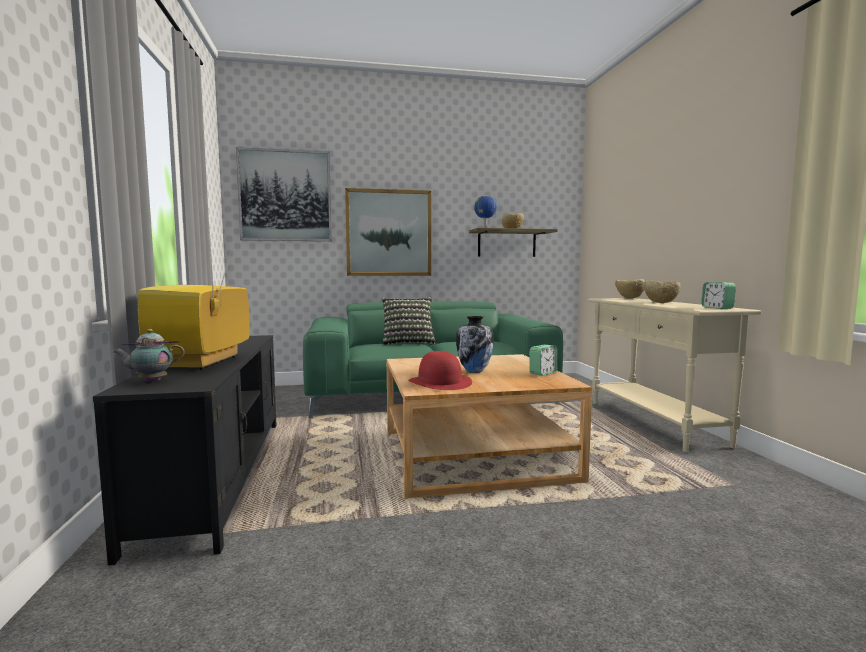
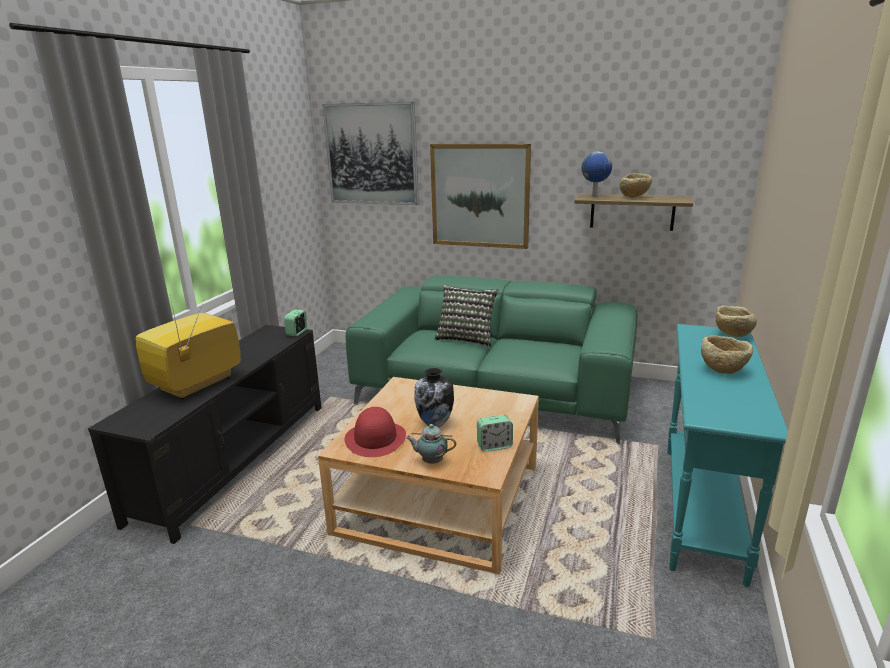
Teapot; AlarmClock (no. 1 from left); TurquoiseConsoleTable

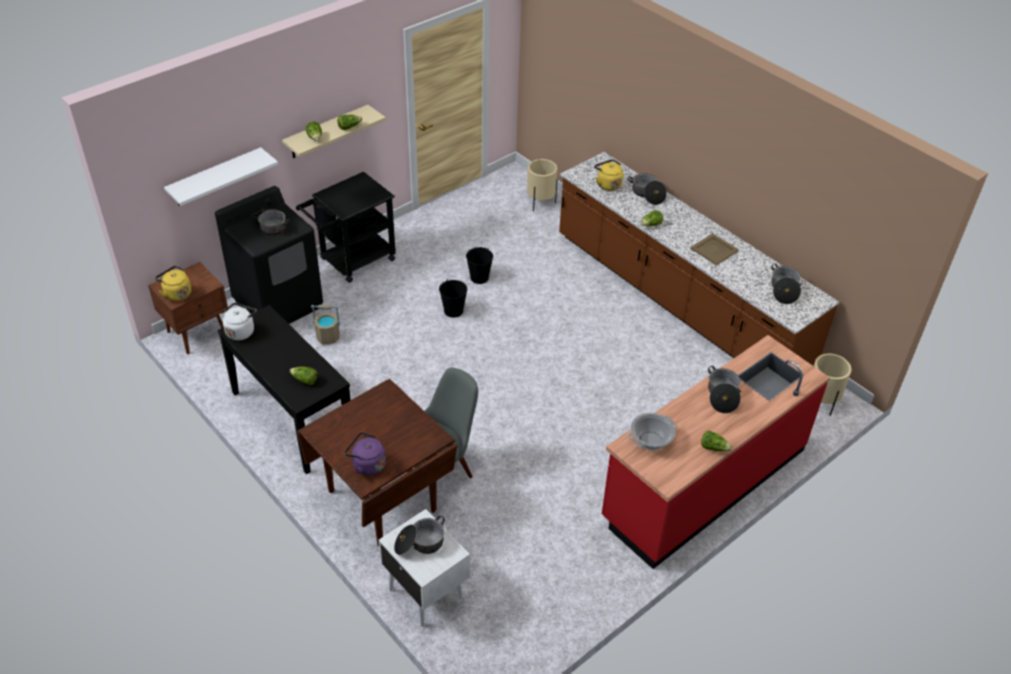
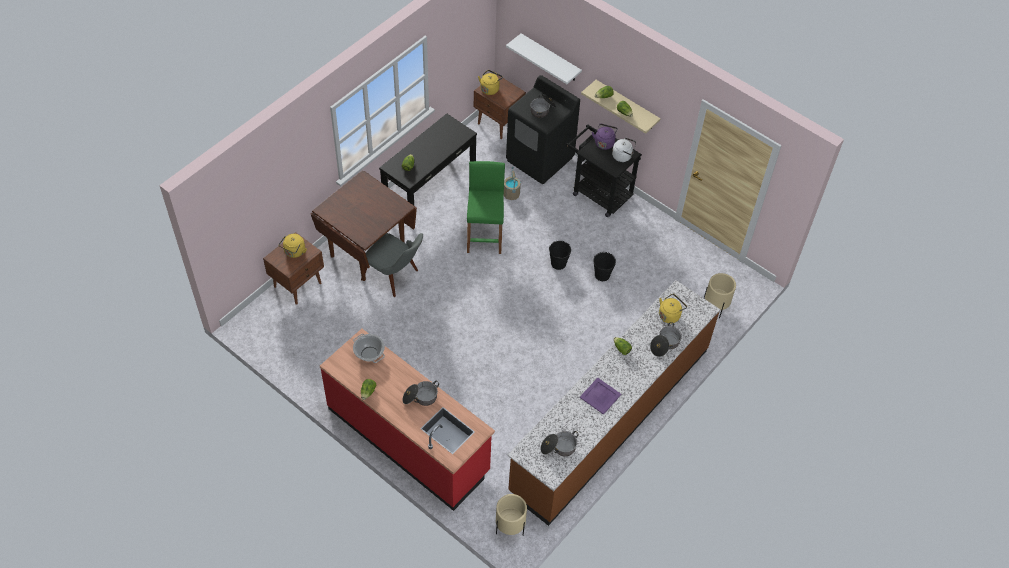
GreenStool; WhiteKettle; PurpleKettle; YellowKettle (no. 1 from left); BrownNightstand (no. 1 from left); PurpleTray

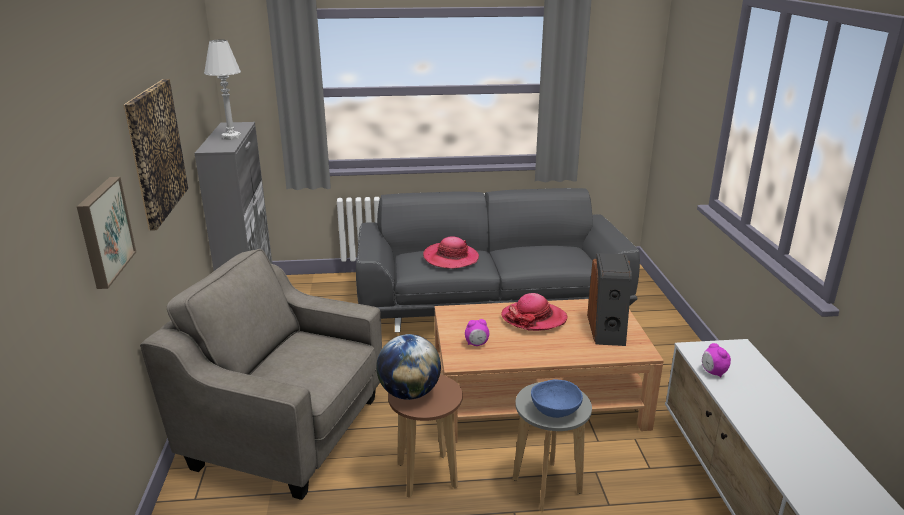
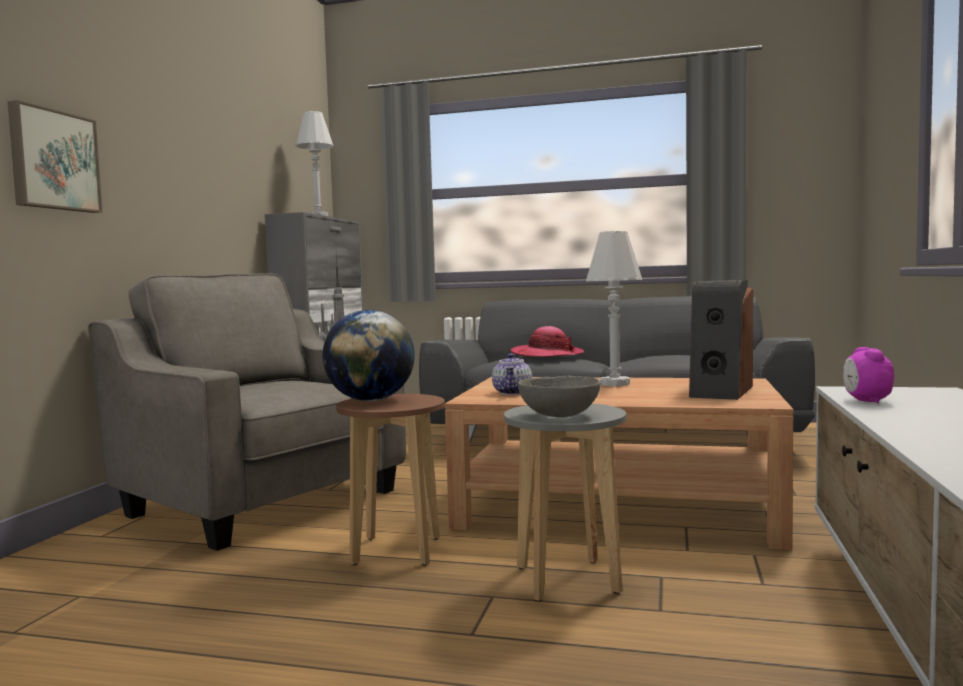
Picture (no. 2 from left in the first image); Teapot; WhiteTableLamp (no. 2 from left); GreyBowl

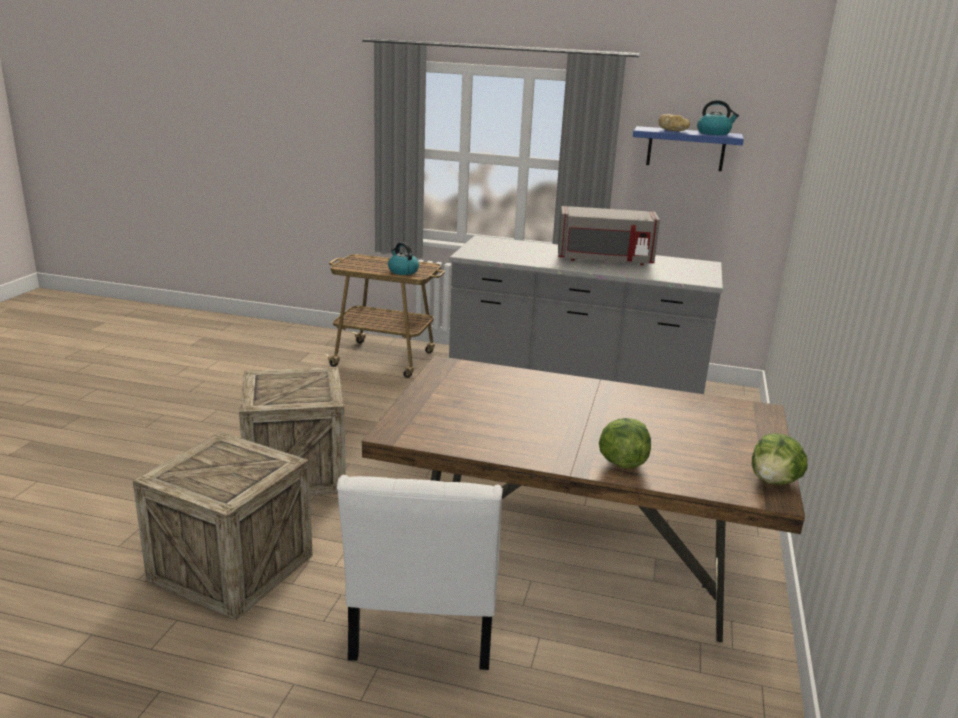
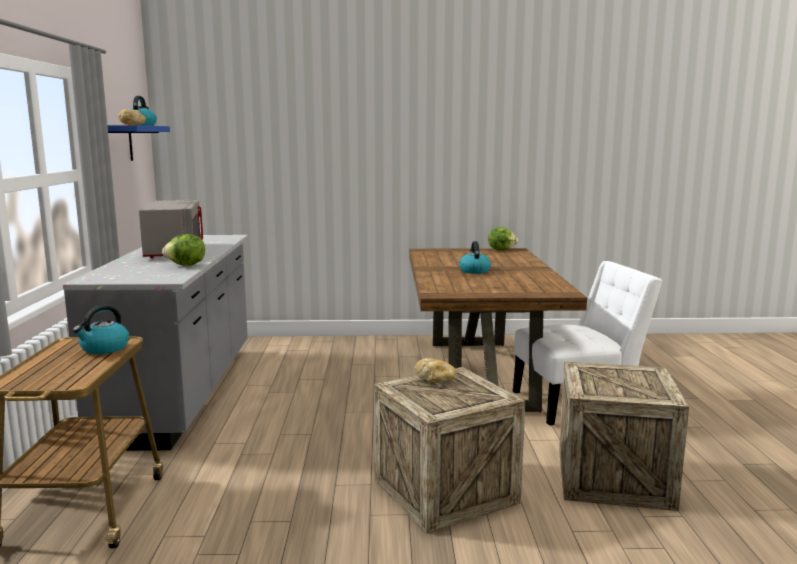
Bread (no. 2 from left); Kettle (no. 3 from left); Lettuce (no. 1 from left)

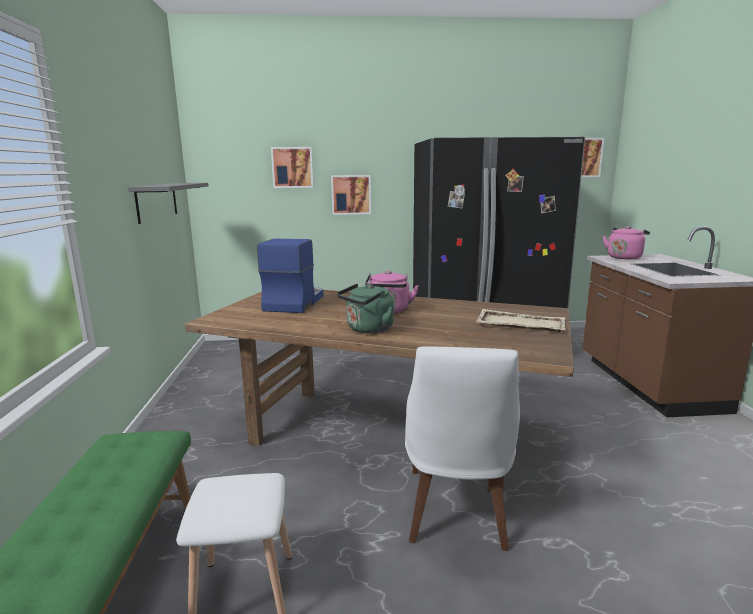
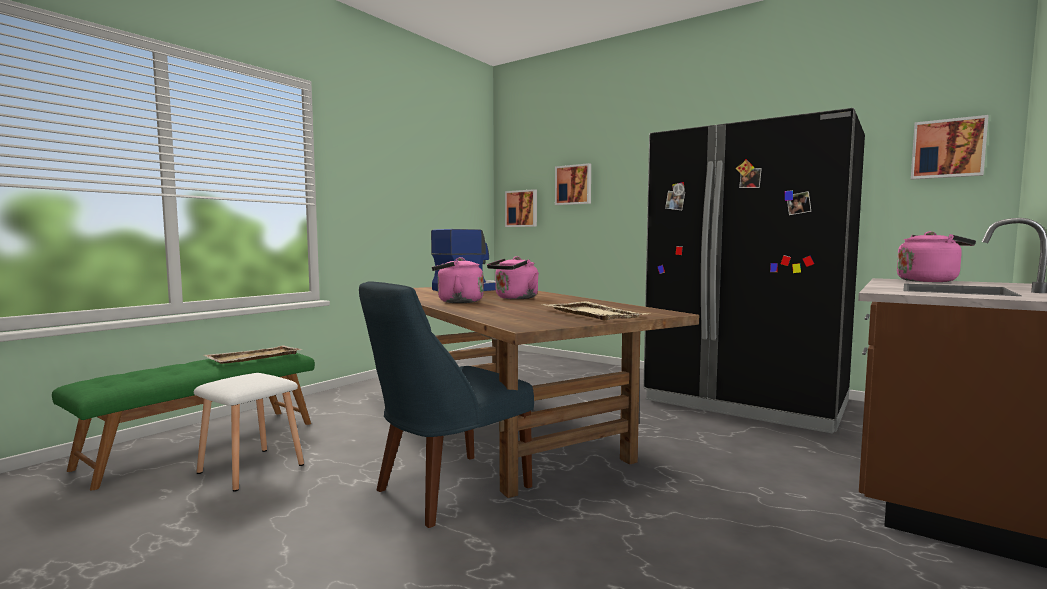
GreyShelf; BeigeTray (no. 1 from left); Picture (no. 1 from left); PinkKettle (no. 1 from left); BlueChair

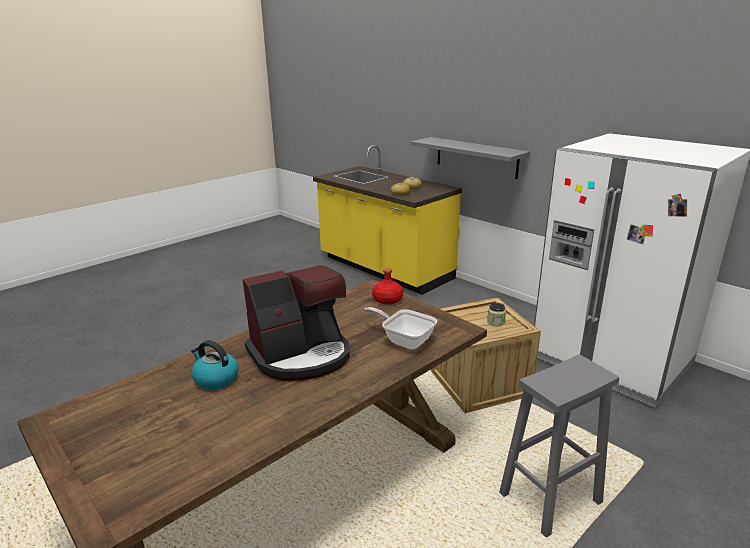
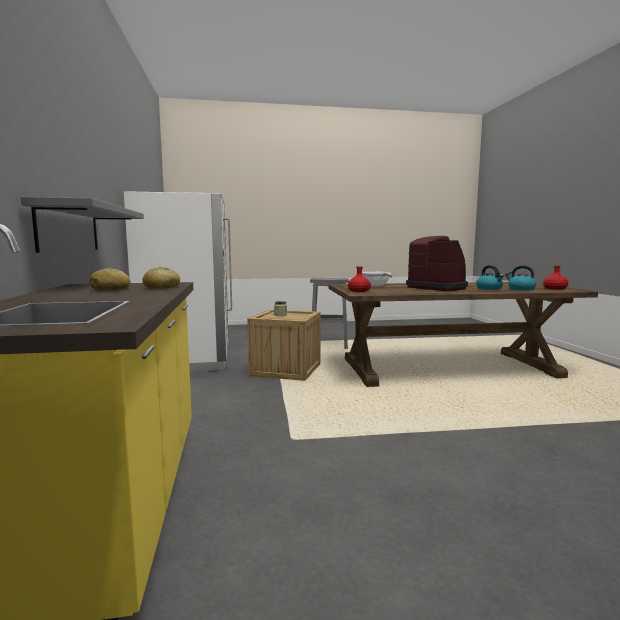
Kettle (no. 2 from left); RedBottle (no. 2 from left); CoffeeMachine

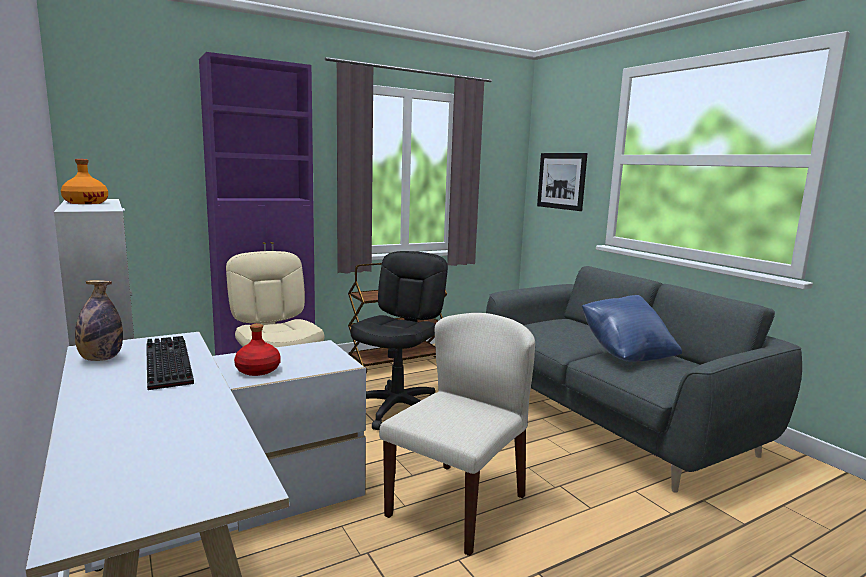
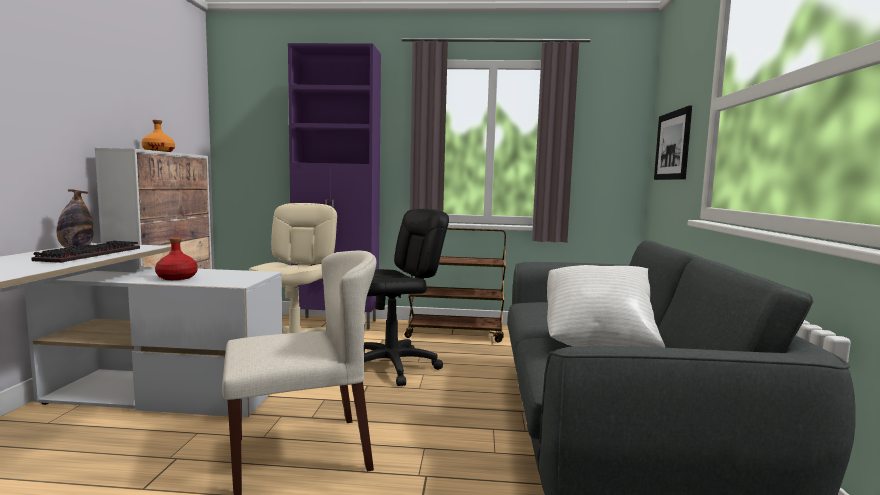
WhitePillow

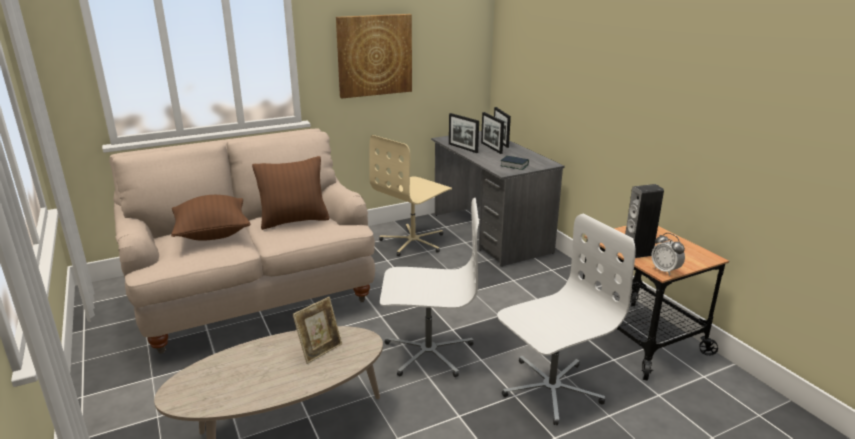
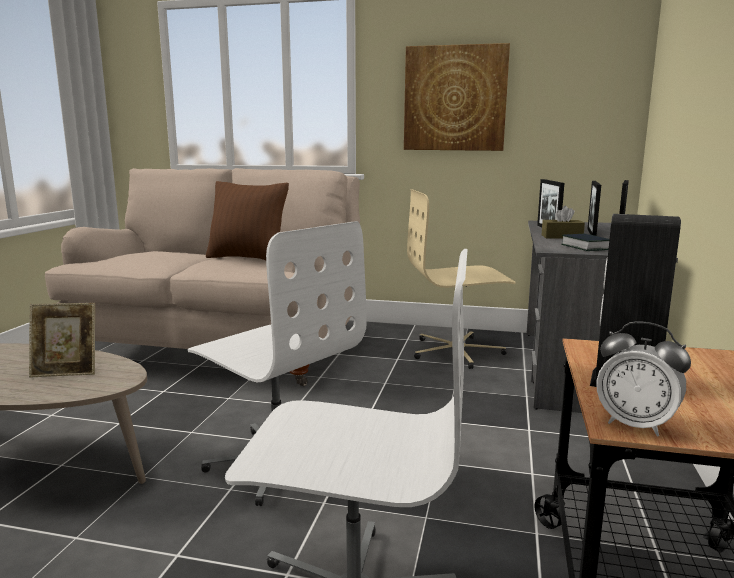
BrownPillow (no. 1 from left in the first image); BrownTissueBox; AlarmClock

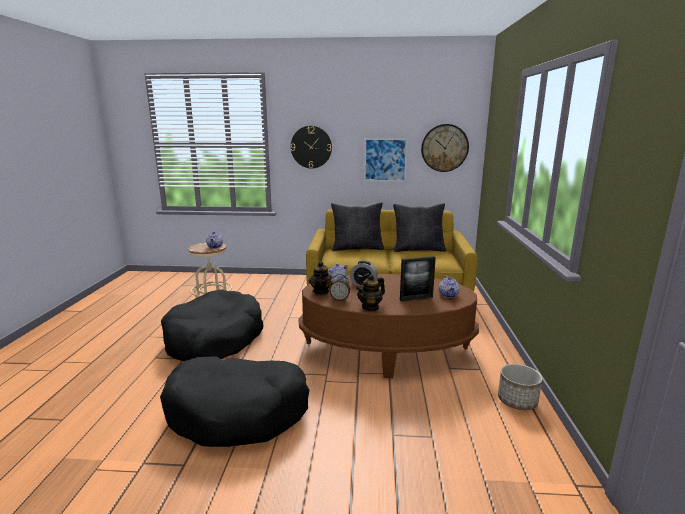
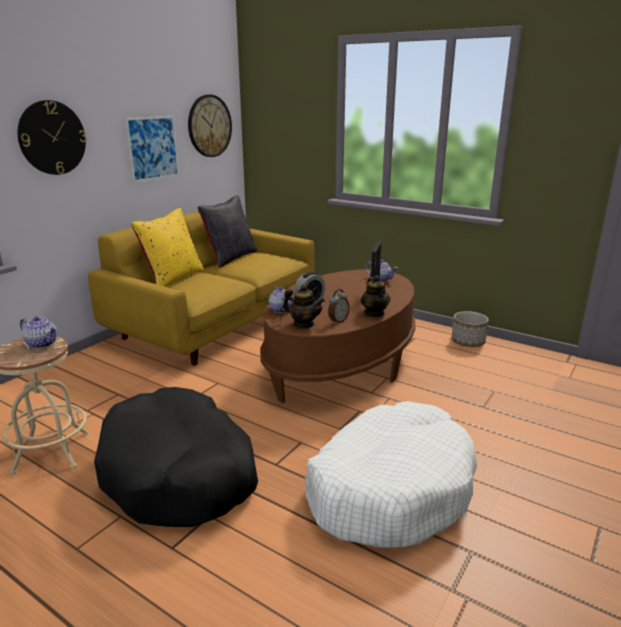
WhiteDogBed; YellowPillow

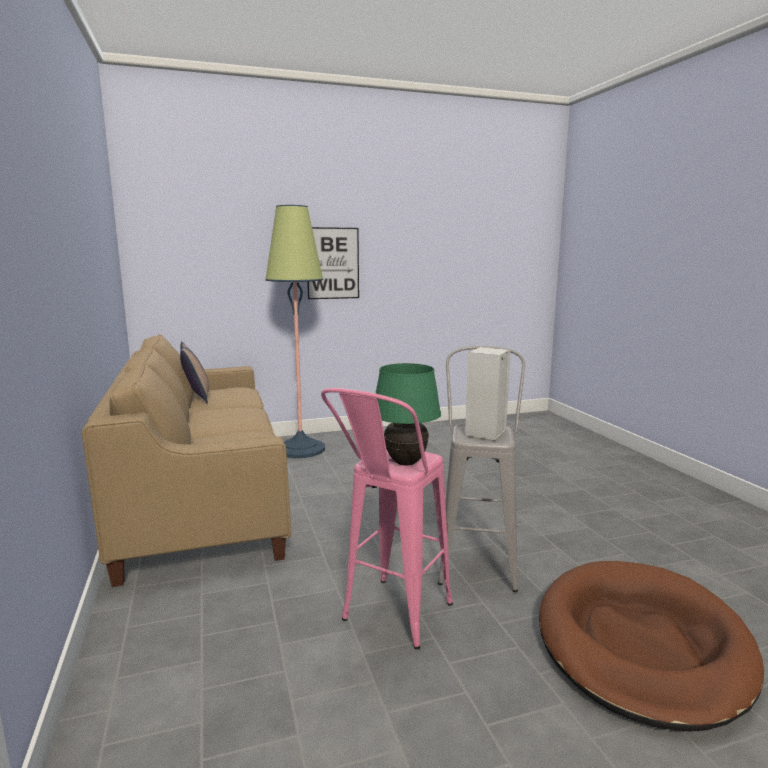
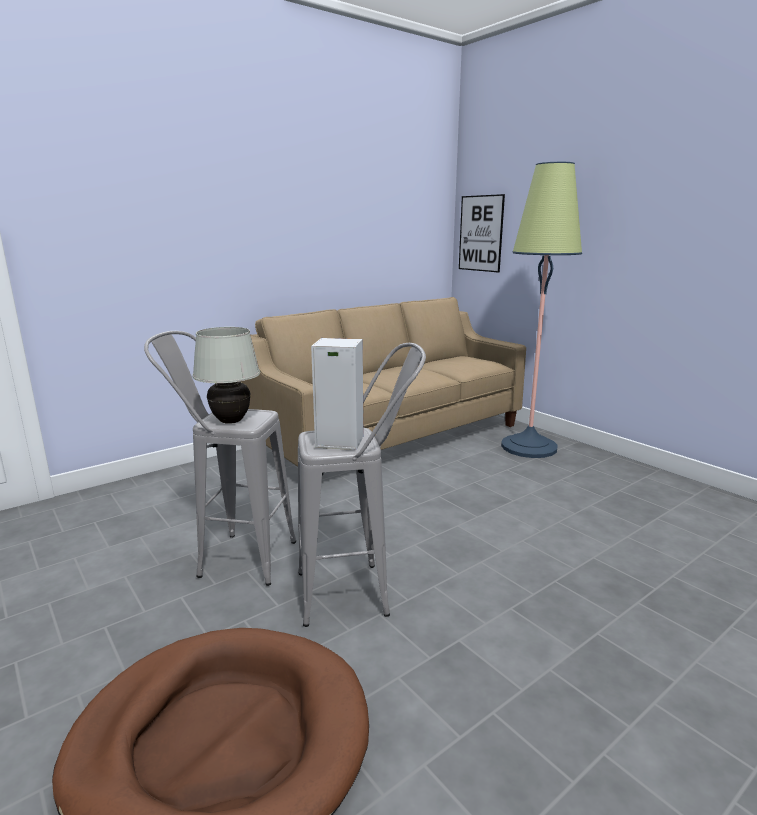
Pillow; Picture; GreyStool (no. 1 from left); WhiteTableLamp

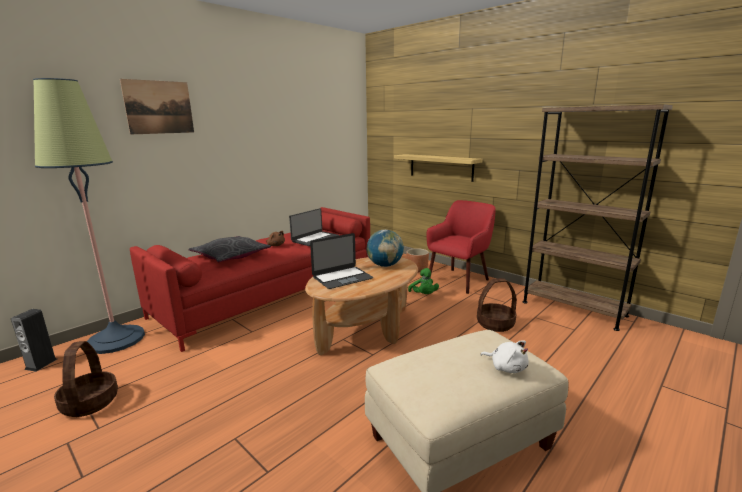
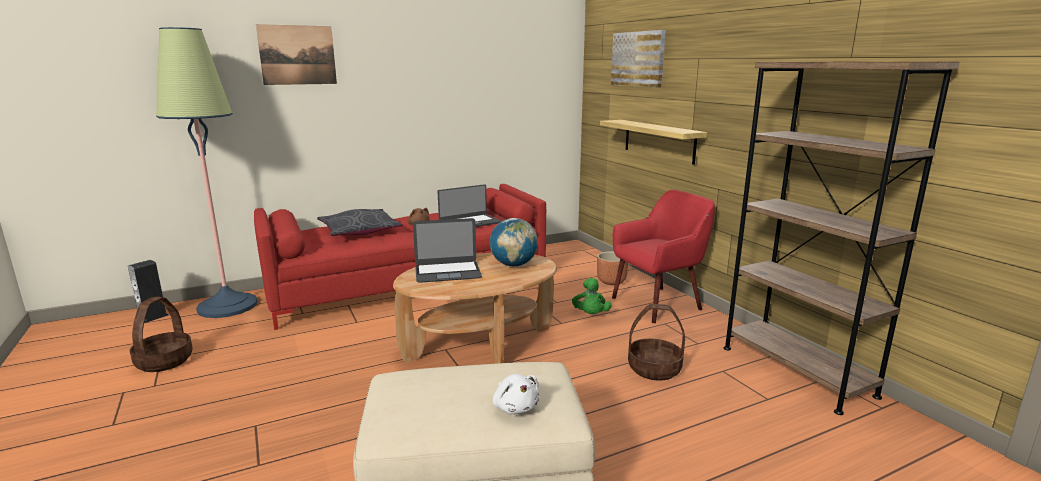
Picture (no. 2 from left)

